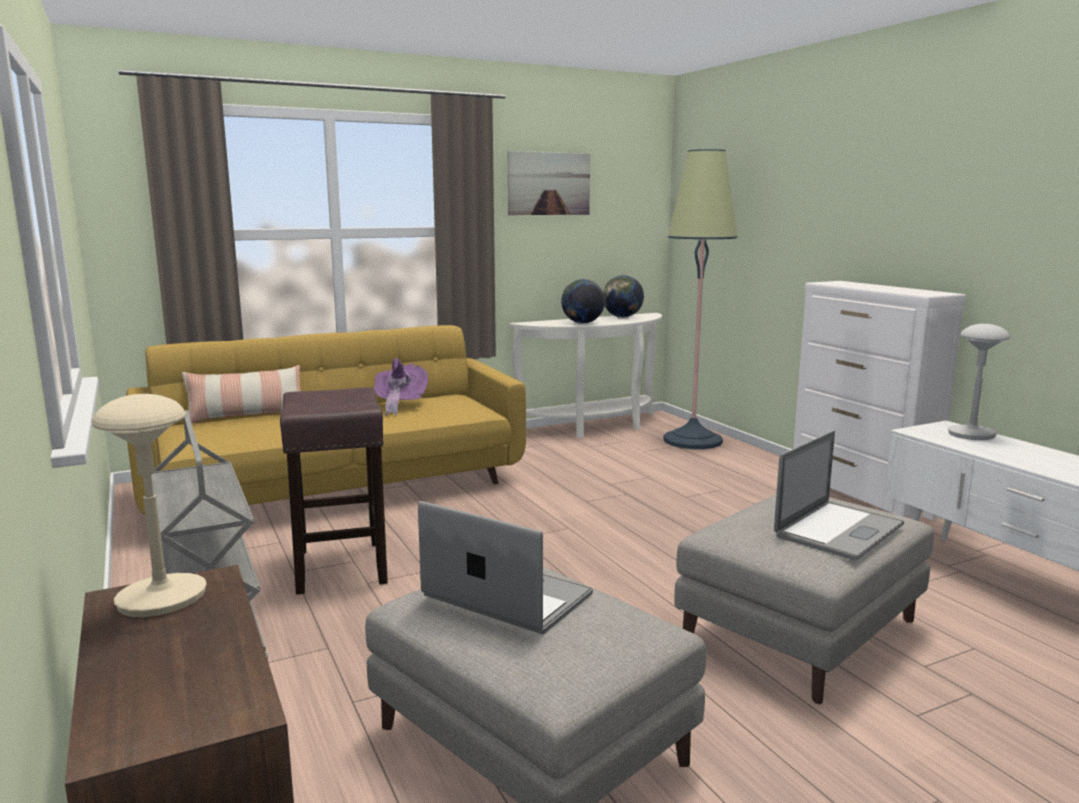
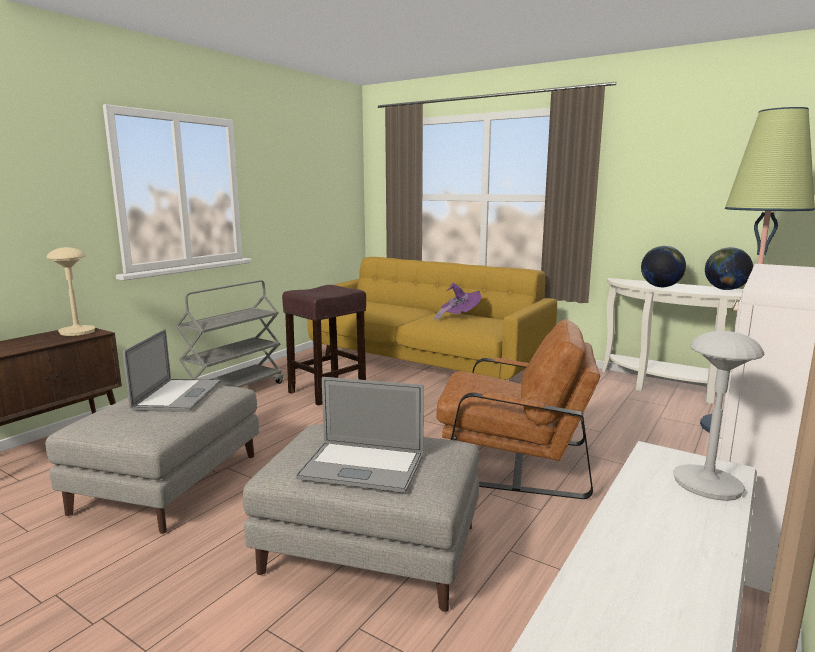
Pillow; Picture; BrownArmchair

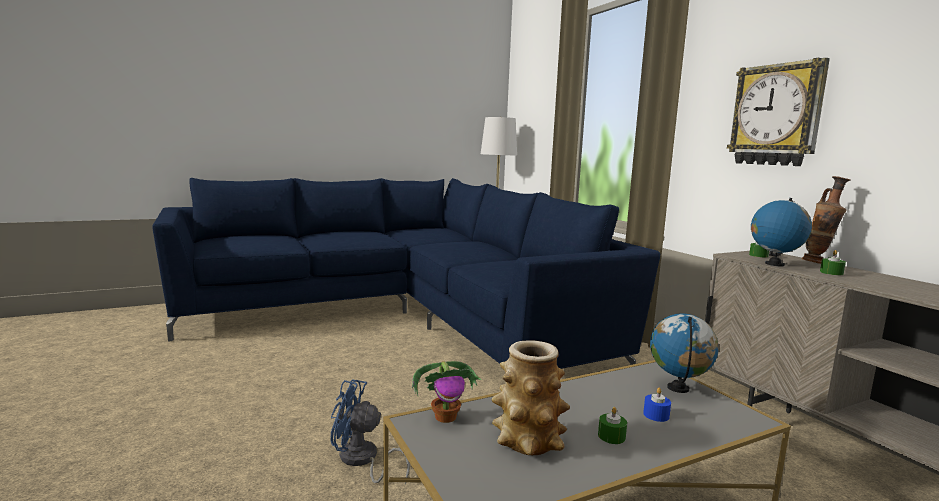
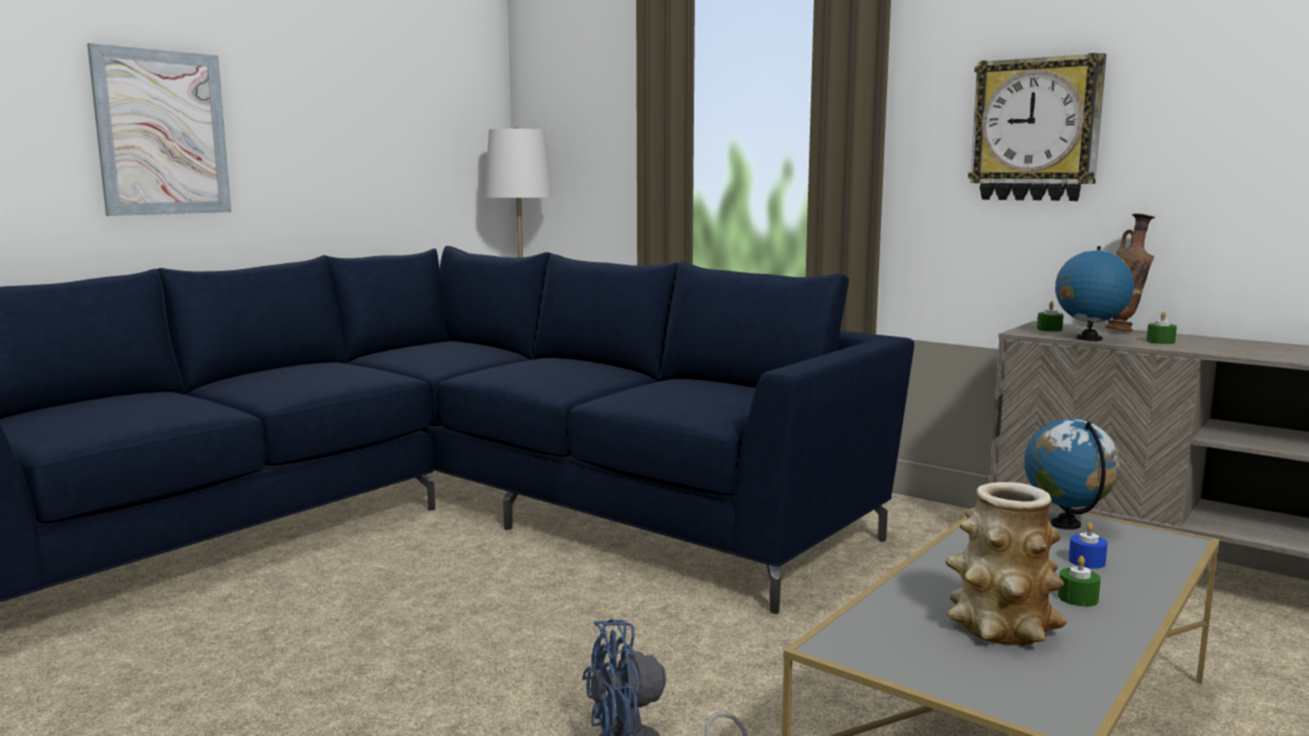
PottedPlant; Picture

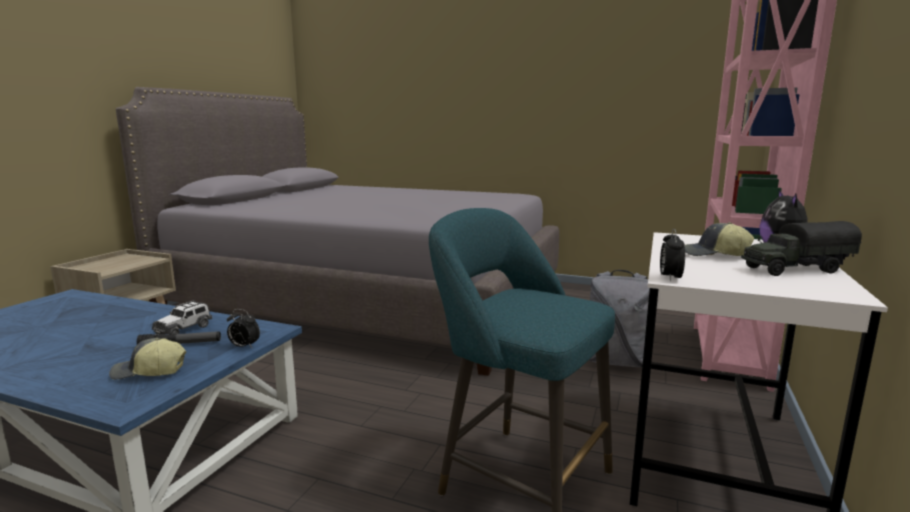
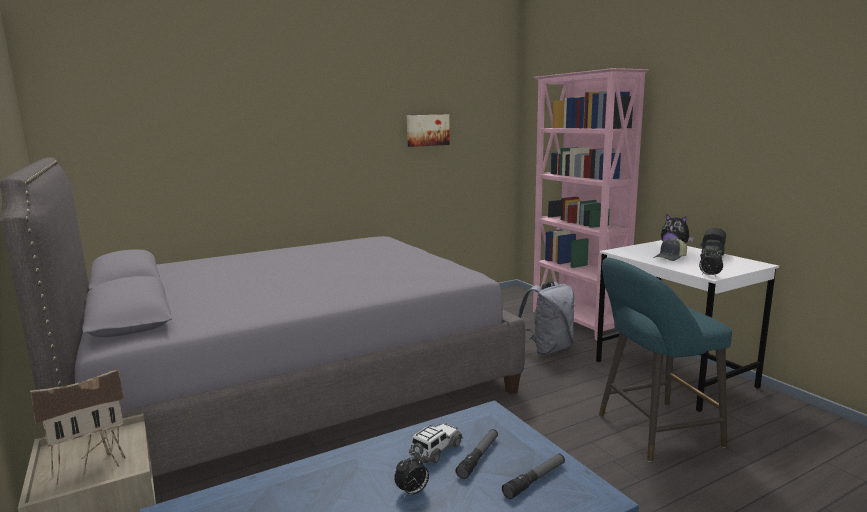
ToyHouse; Picture; AlarmClock (no. 1 from left); Flashlight (no. 2 from left); ToyCar

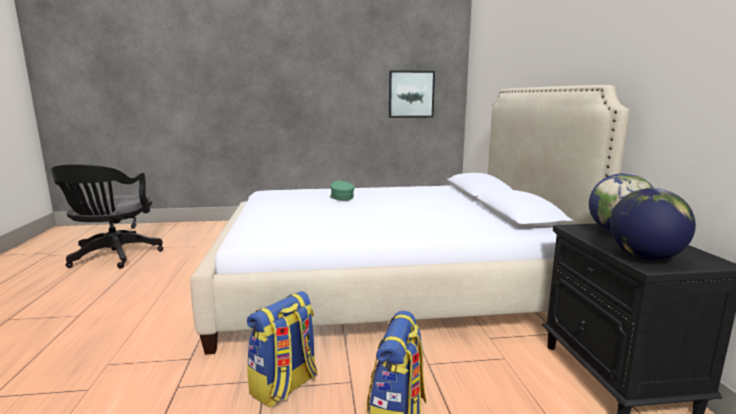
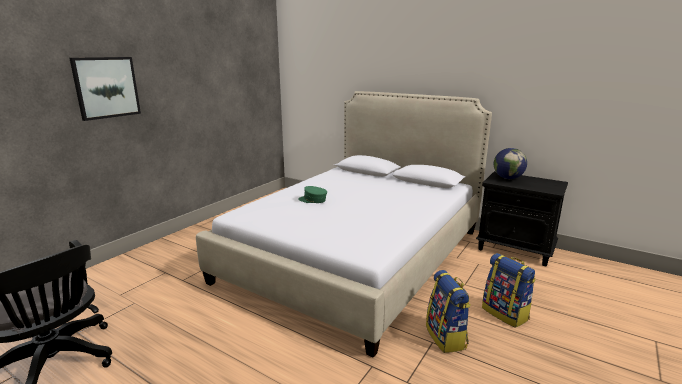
Globe (no. 2 from left in the first image); Picture

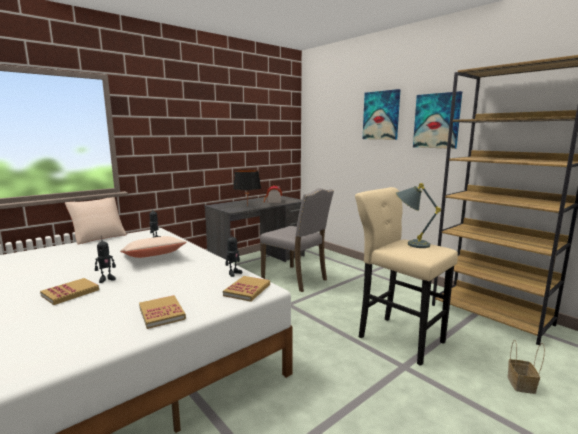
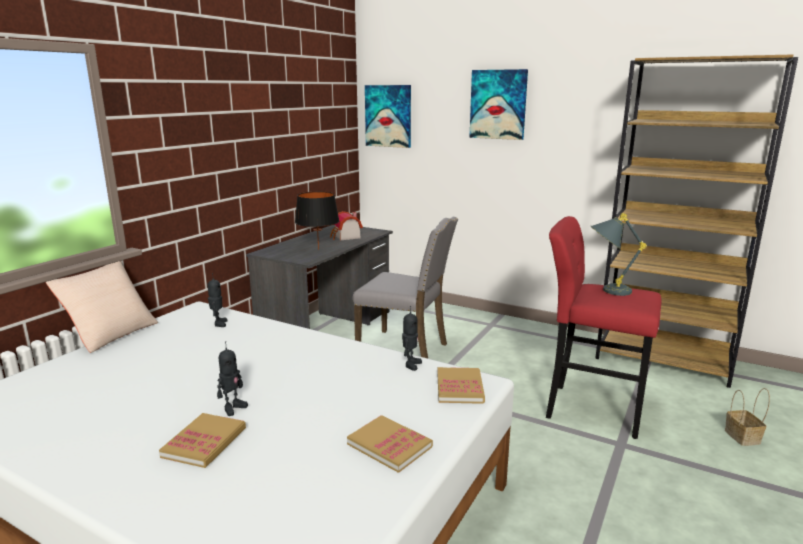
BeigePillow (no. 2 from left in the first image); Picture (no. 1 from left); RedStool

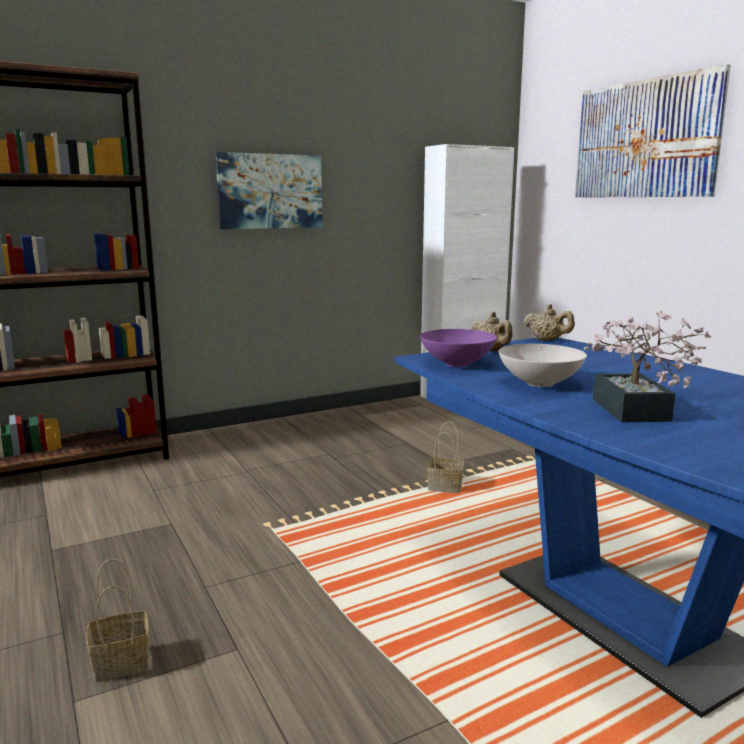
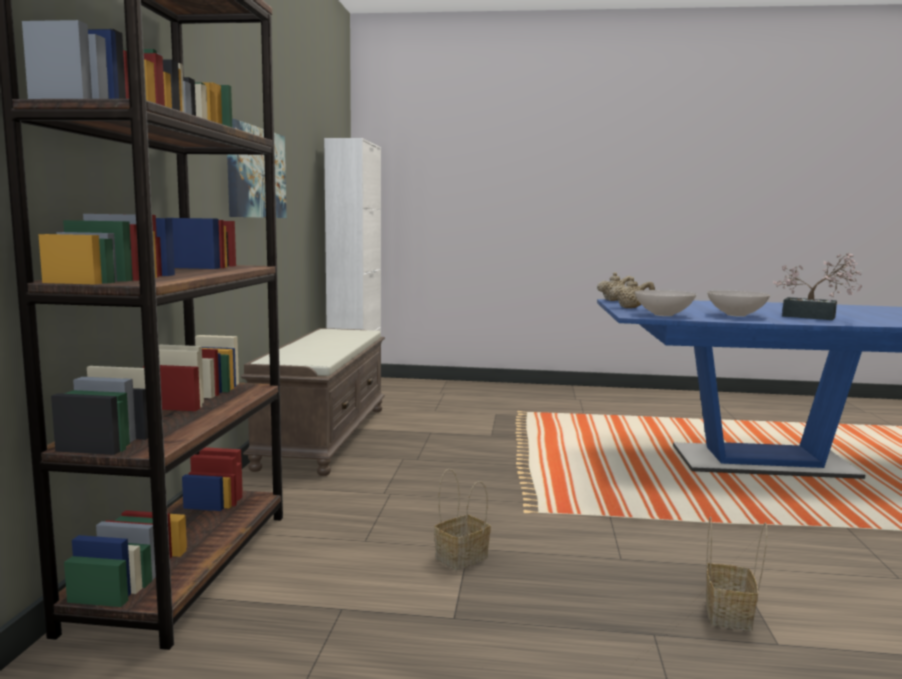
Picture (no. 2 from left in the first image); BrownBench; Basket (no. 1 from left); WhiteBowl (no. 1 from left)

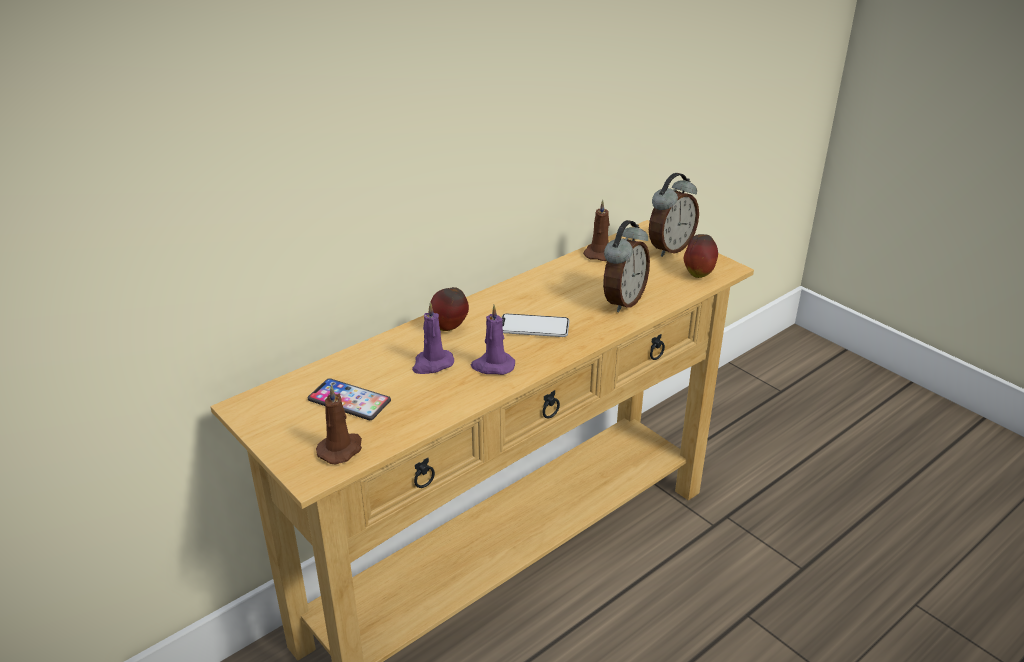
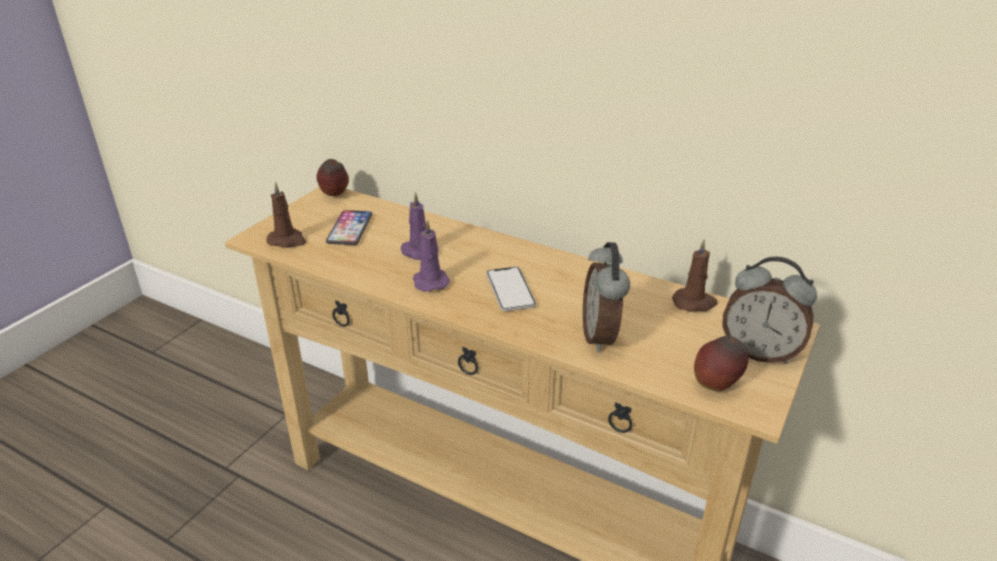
Apple (no. 1 from left); AlarmClock (no. 1 from left)

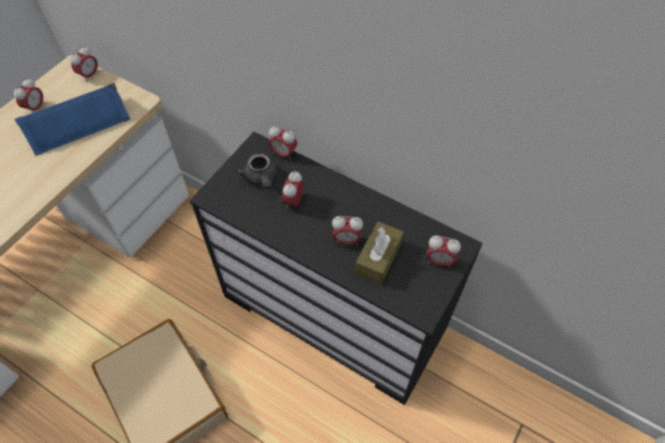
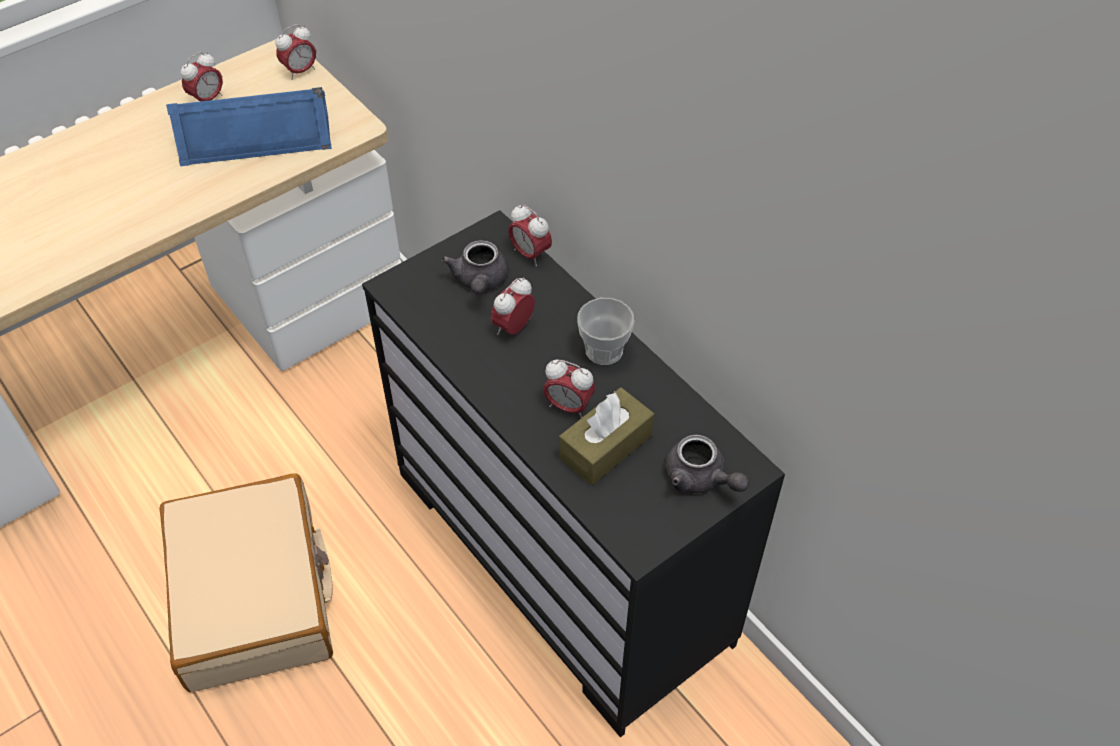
Cup; GreyTeapot (no. 2 from left)

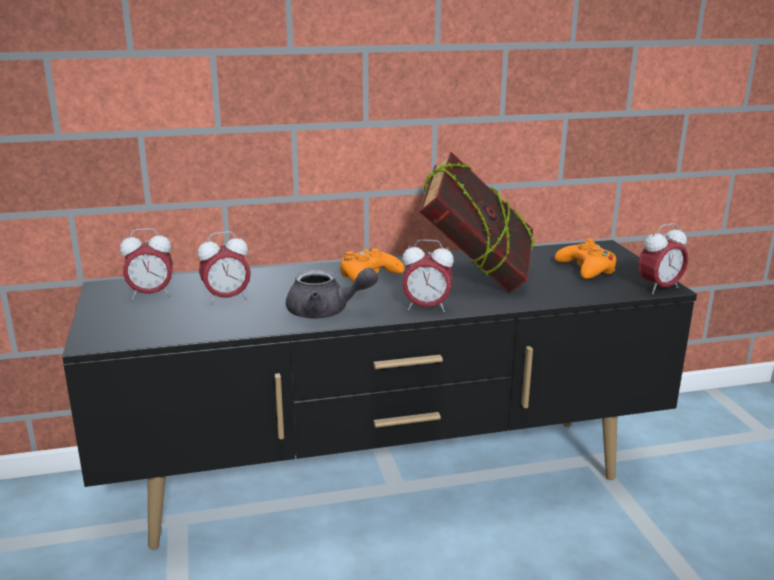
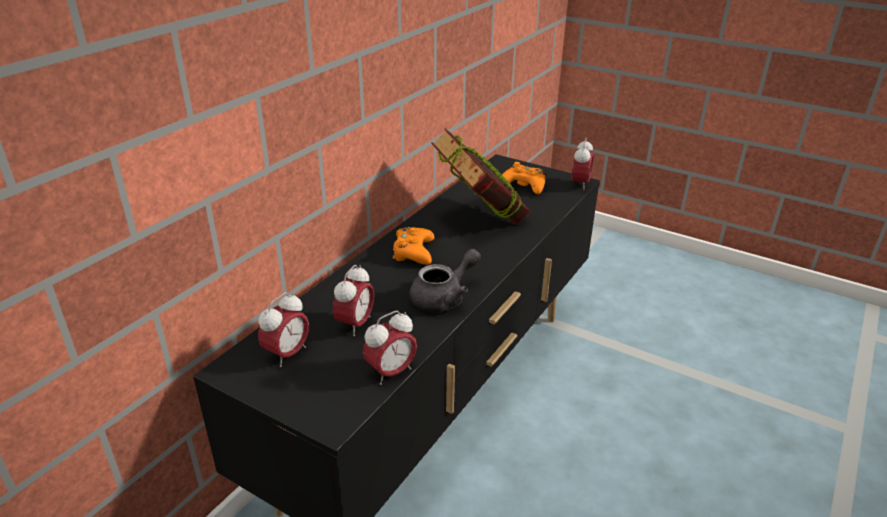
AlarmClock (no. 3 from left)

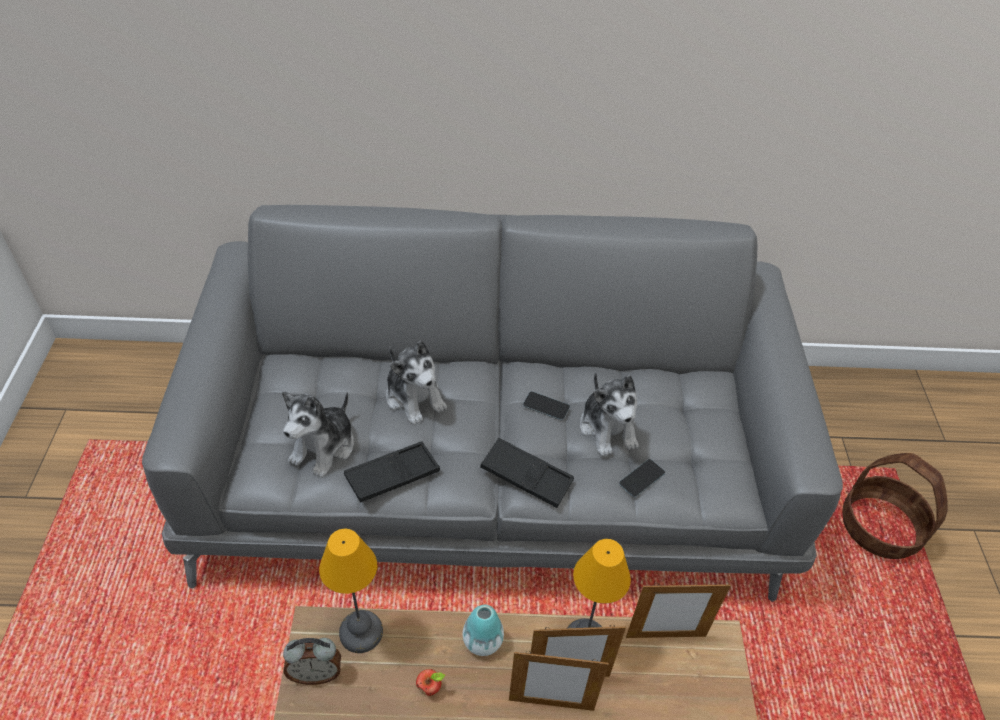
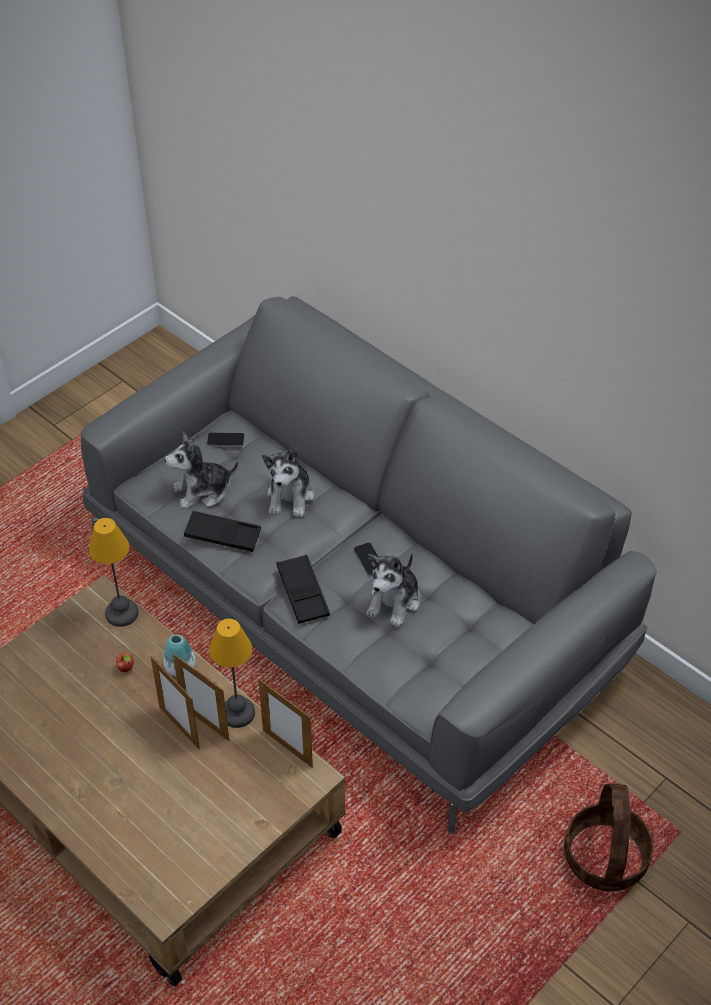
AlarmClock; Phone (no. 1 from left)

